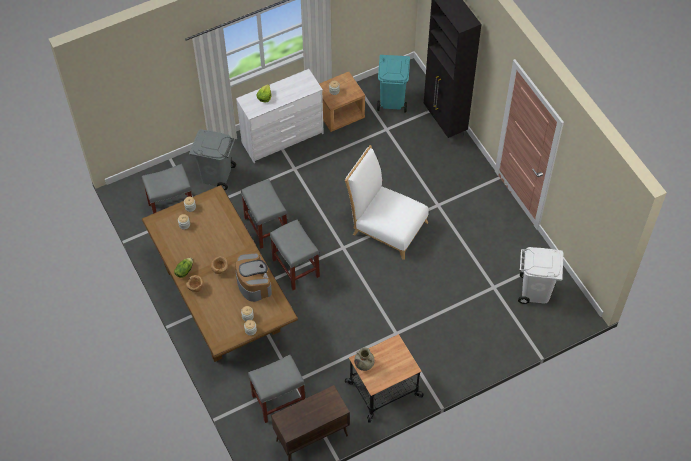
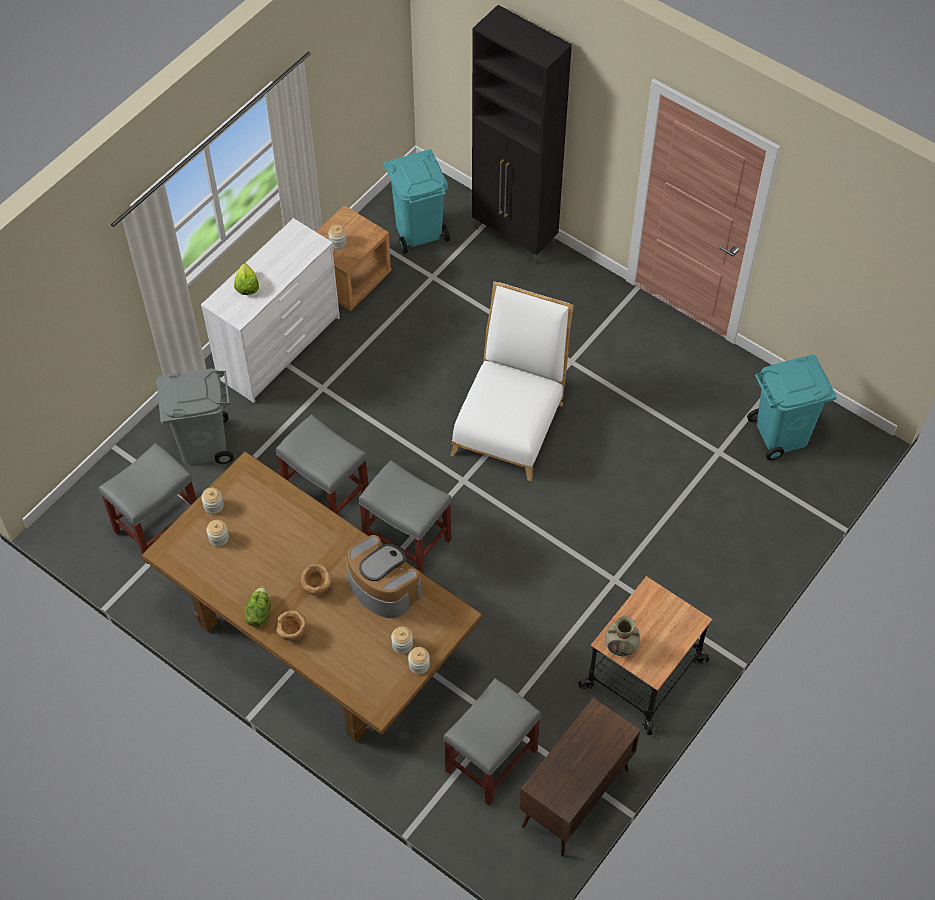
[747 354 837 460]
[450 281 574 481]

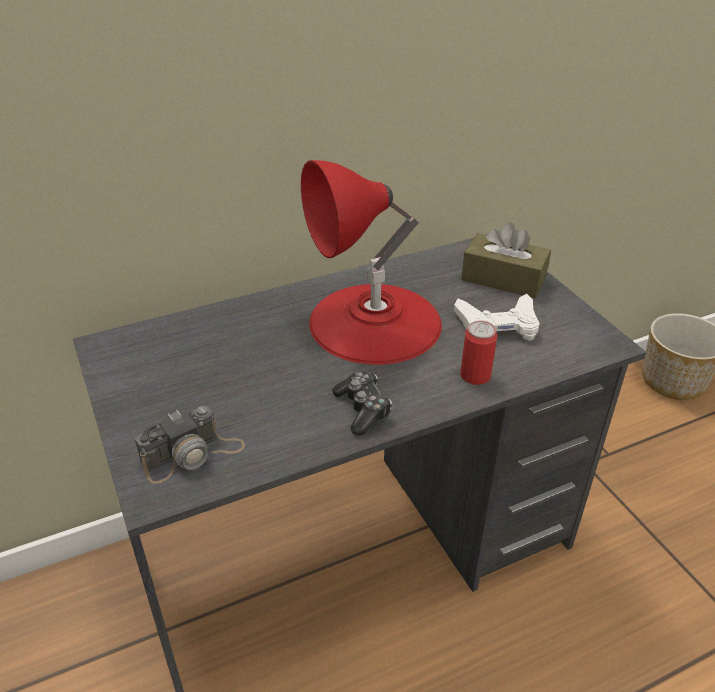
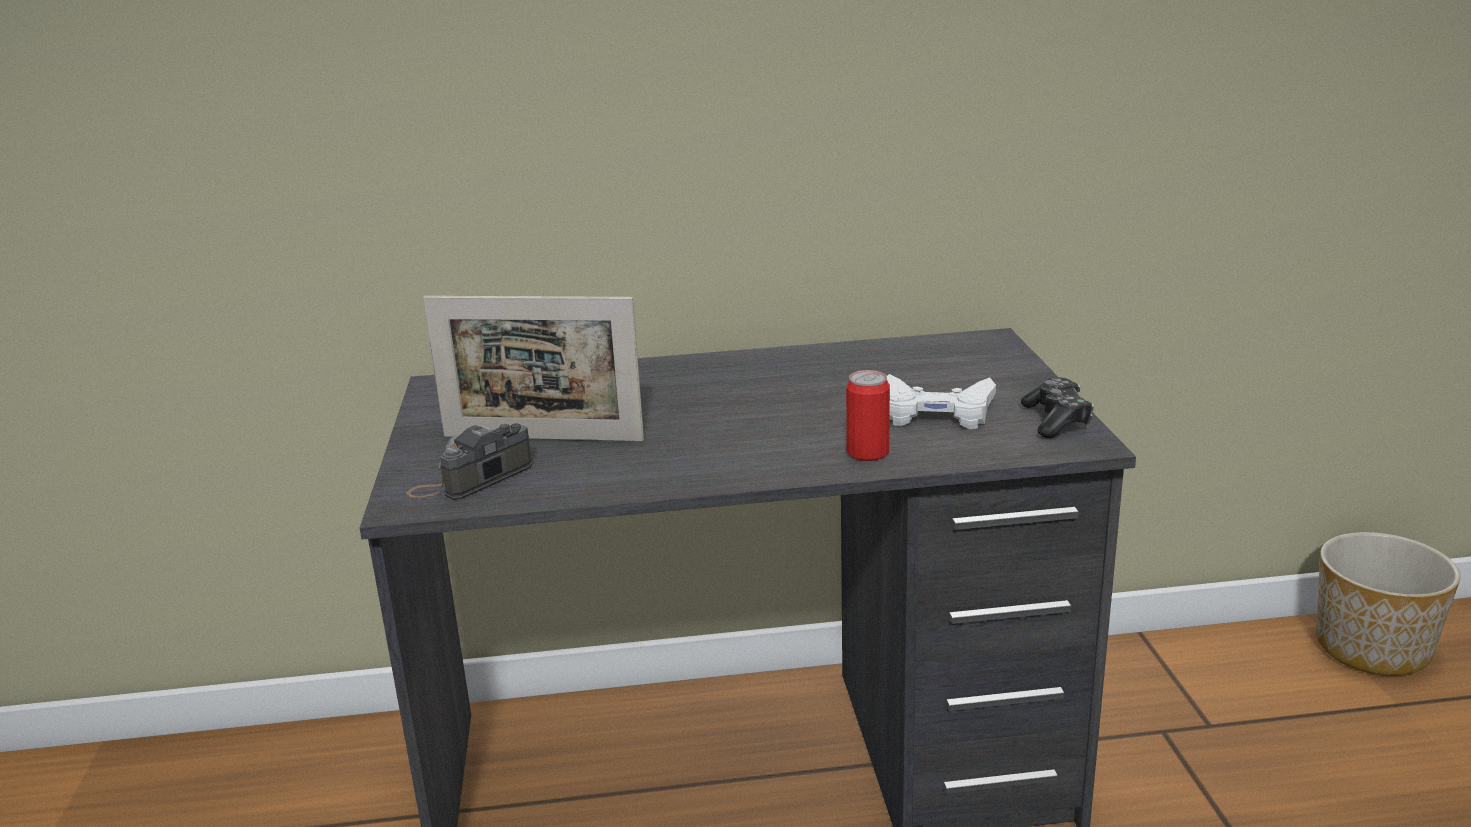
[301 160 442 365] (first image)
[461 222 551 298] (first image)
[423 296 644 442]
[1021 377 1094 438]
[406 423 533 500]

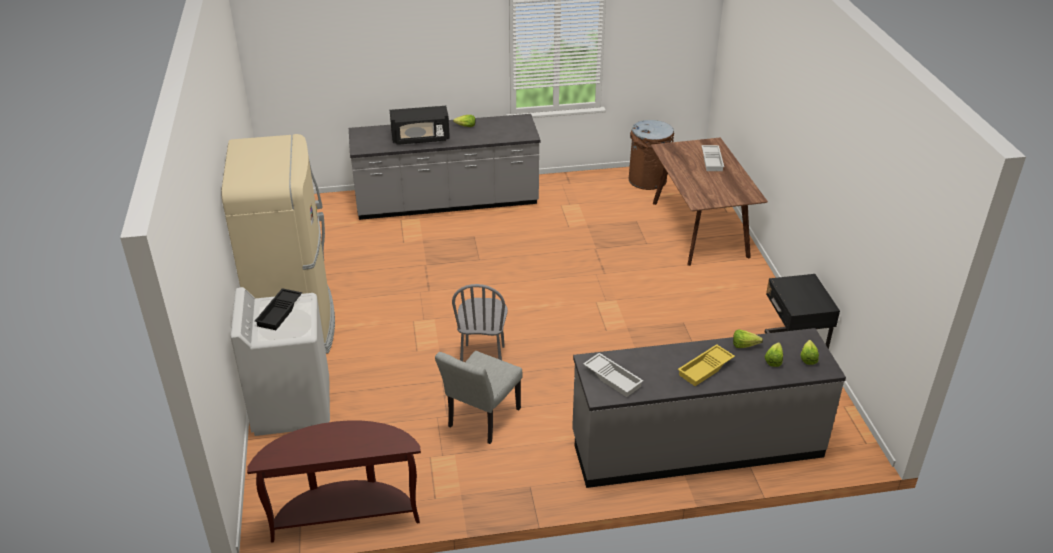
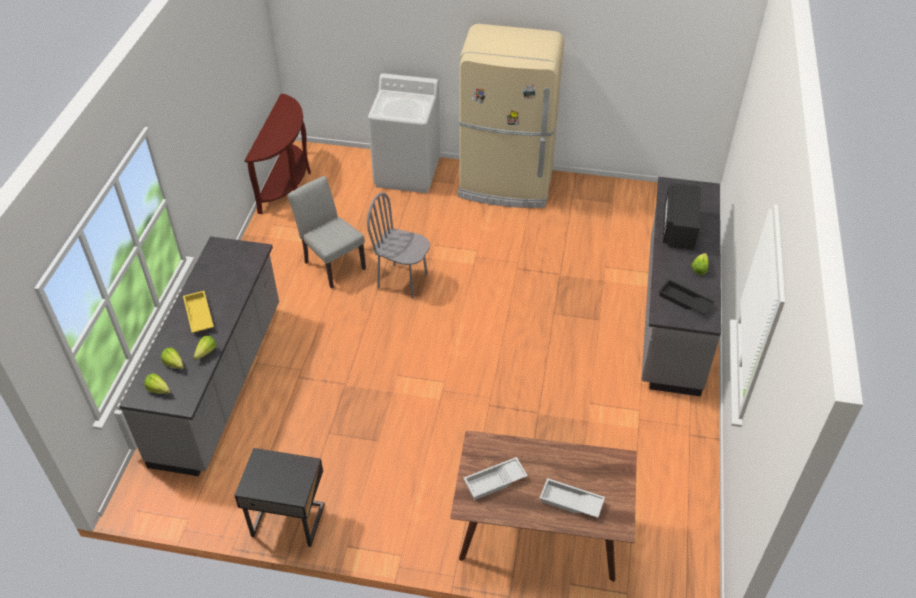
[629 120 674 190] (first image)
[658 279 715 314]
[464 457 528 500]

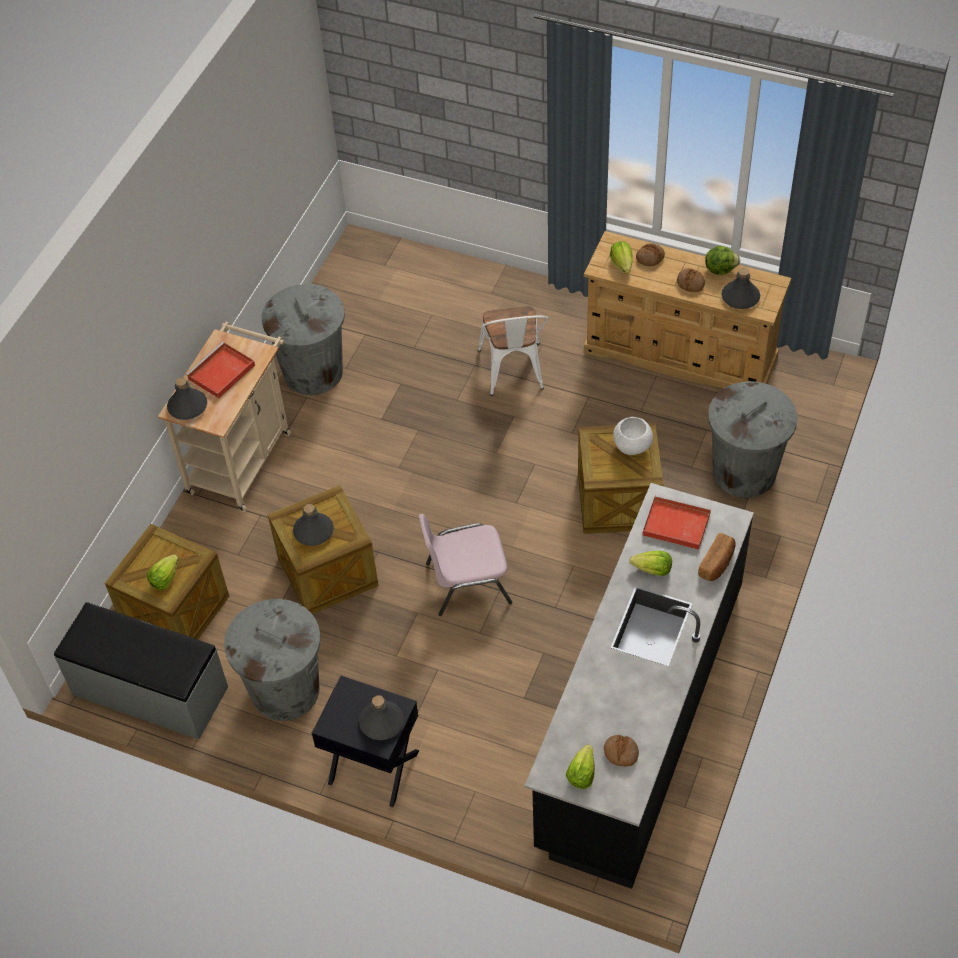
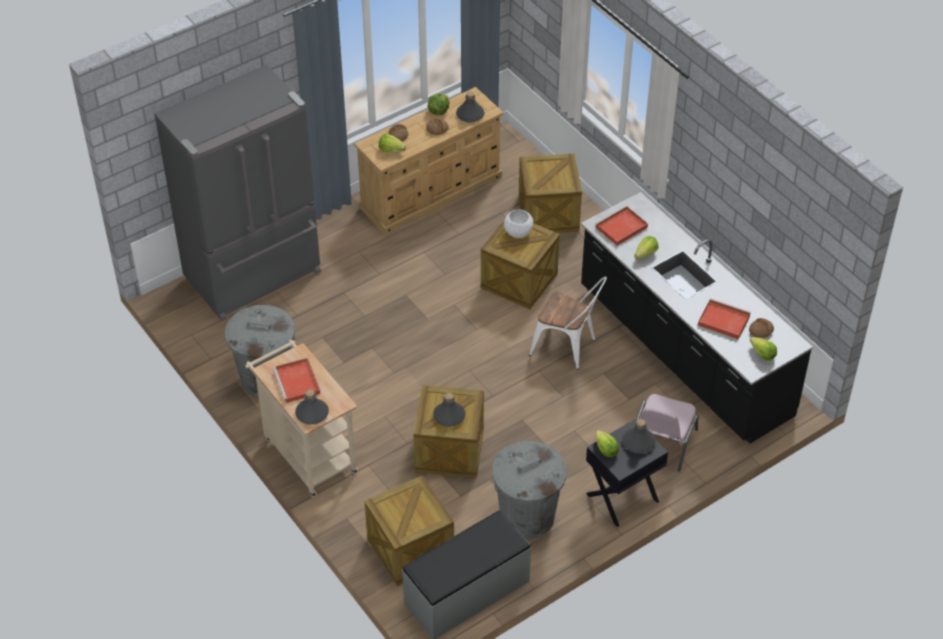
[698 533 736 581] (first image)
[154 65 321 321]
[698 299 751 339]
[595 430 619 457]
[636 394 698 472]
[529 276 607 370]
[519 153 582 233]

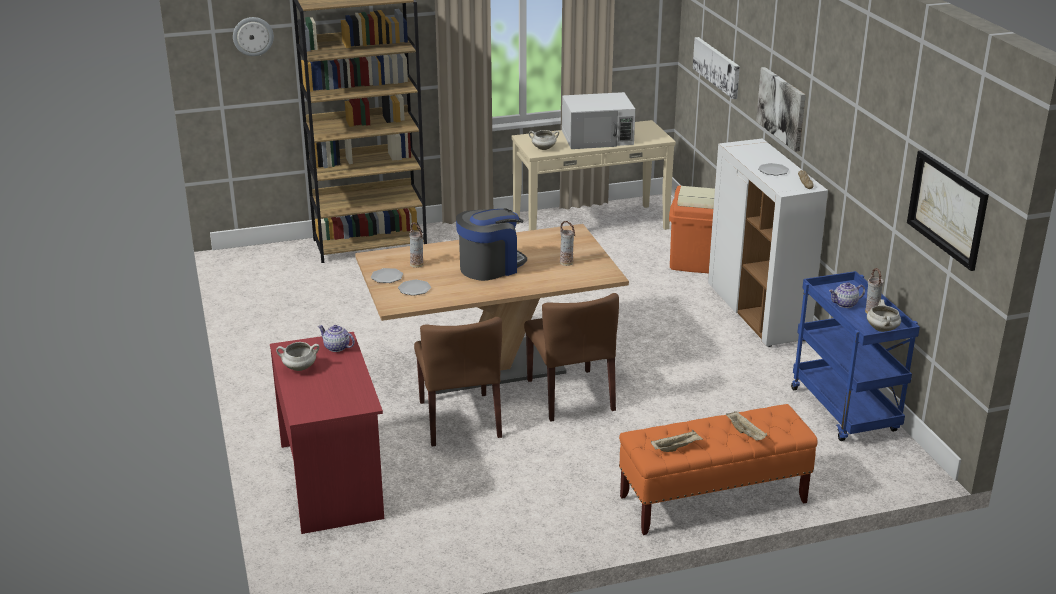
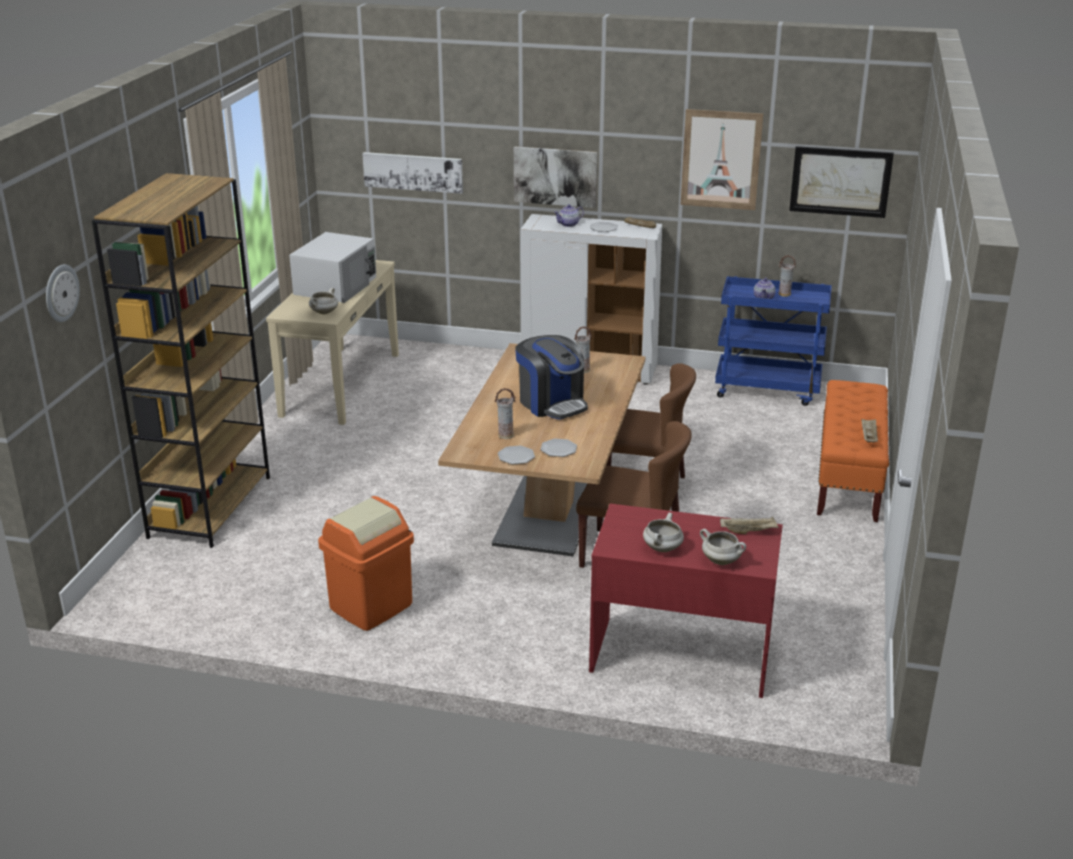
[680 109 763 210]
[554 204 584 227]
[318 496 414 631]
[720 517 779 534]
[700 529 746 565]
[515 335 588 419]

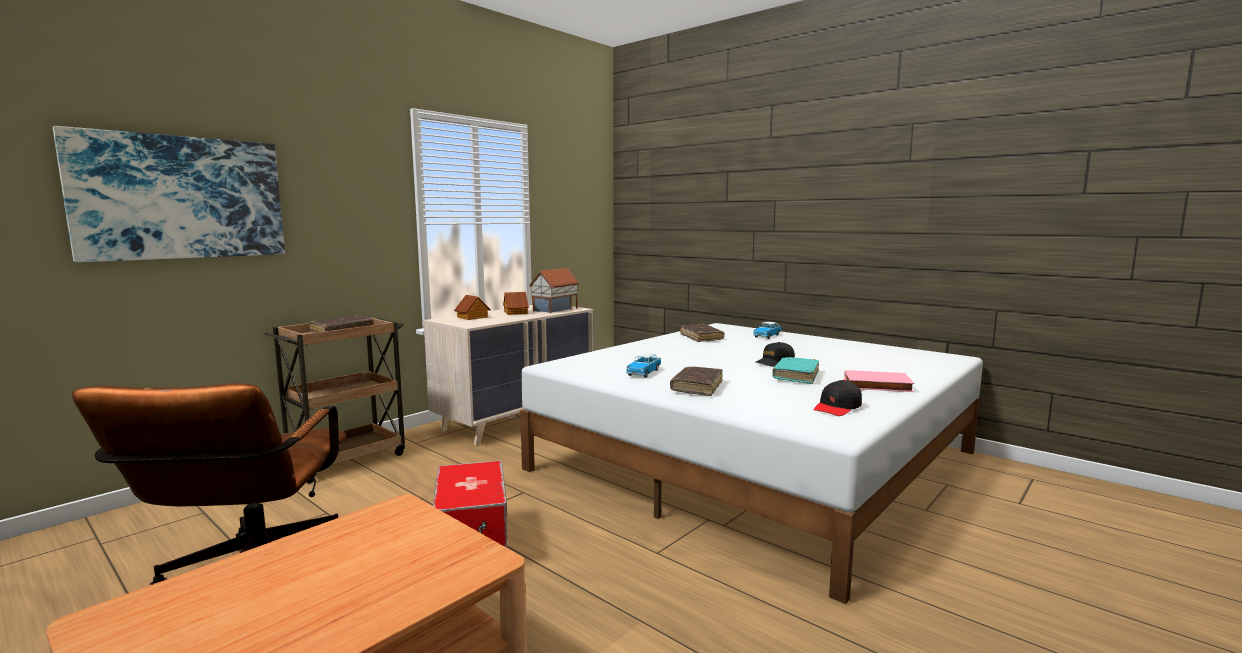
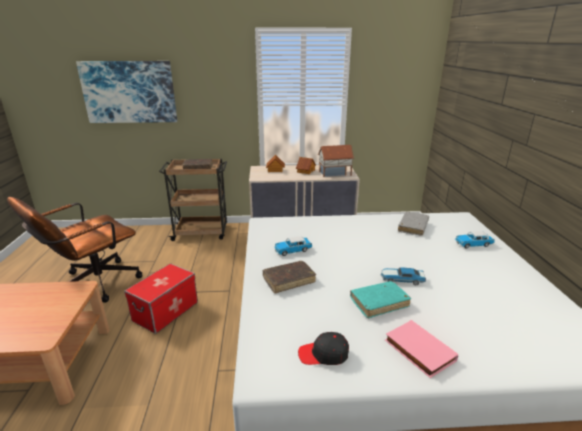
[380 267 426 285]
[398 212 429 235]

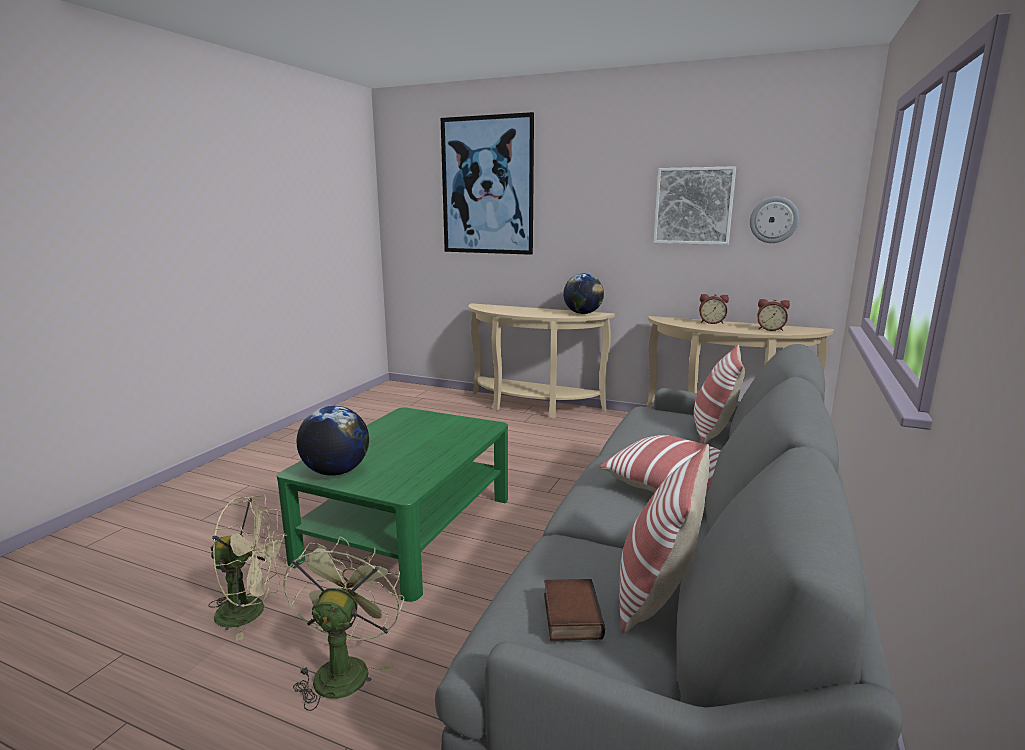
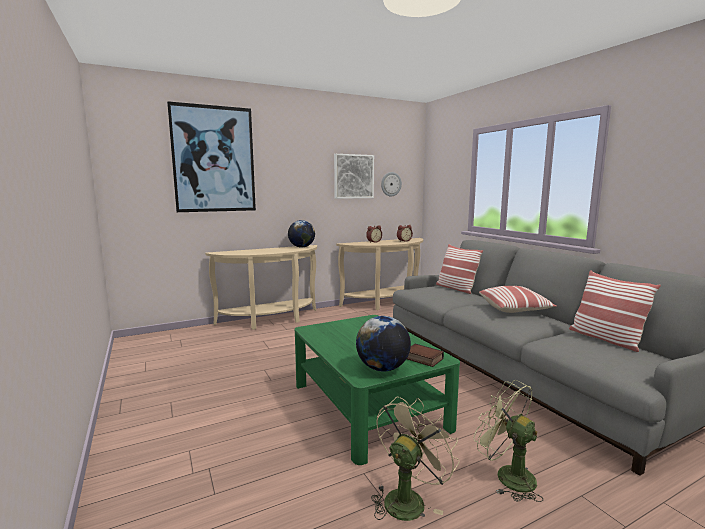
[407 344 444 367]

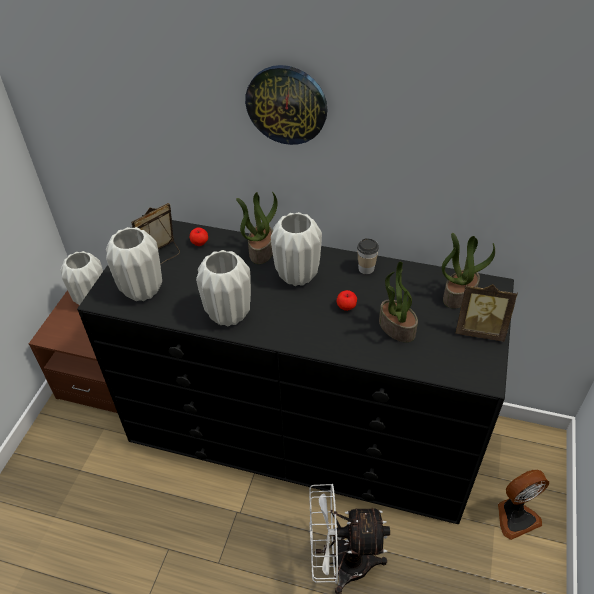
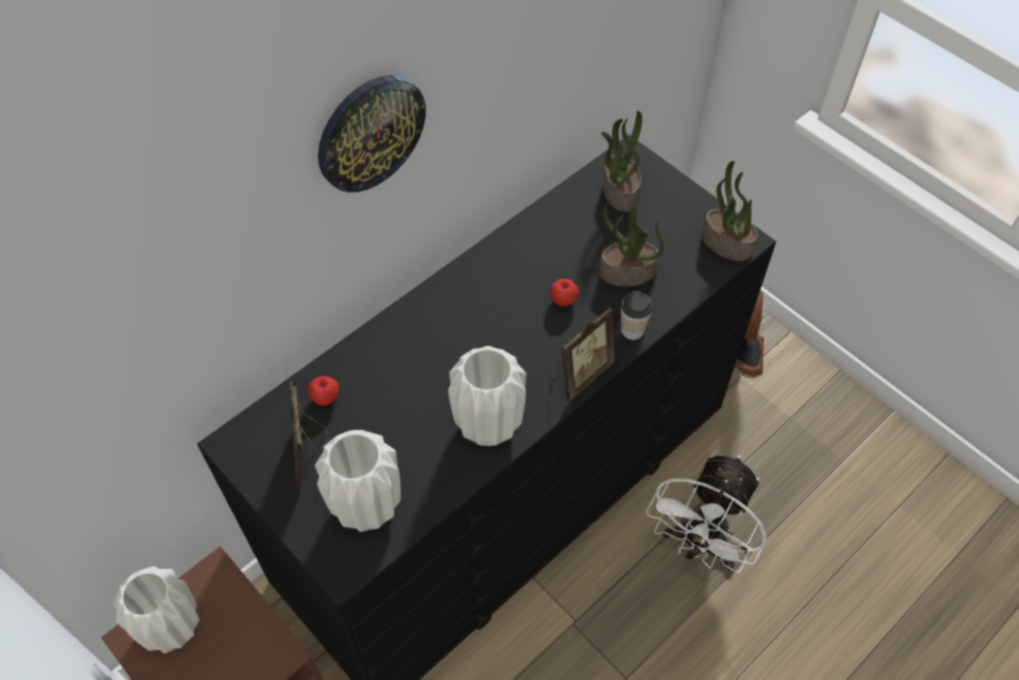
[271 212 322 286] (first image)
[702 161 758 261]
[621 291 653 340]
[552 306 615 401]

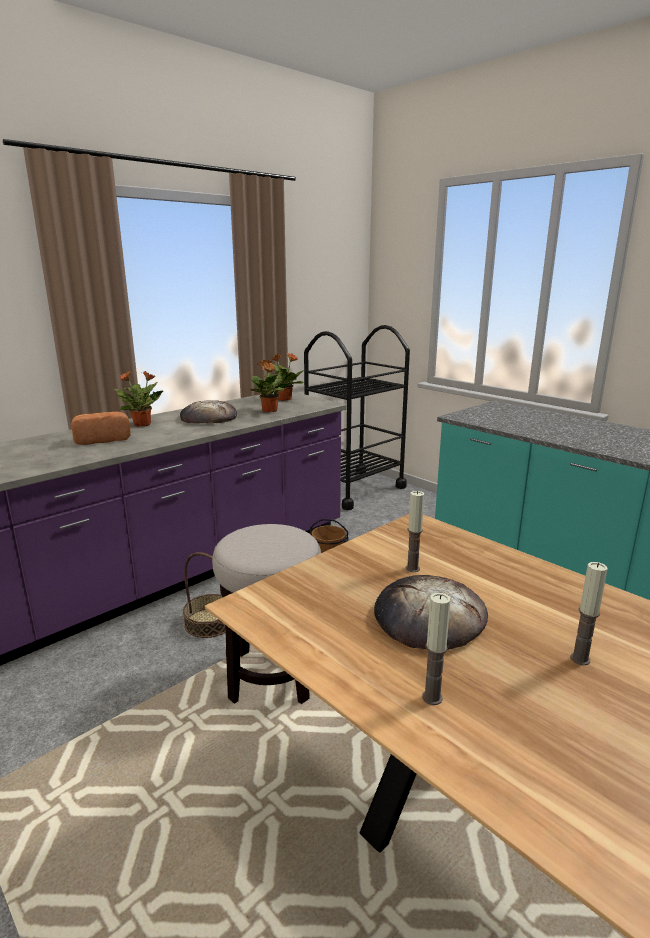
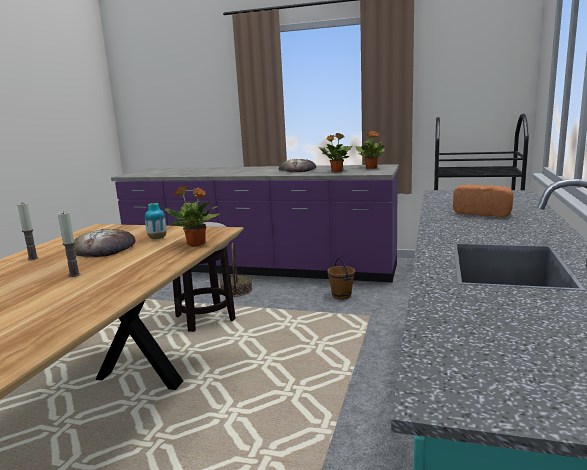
[453 185 513 217]
[165 185 220 247]
[145 203 167 239]

